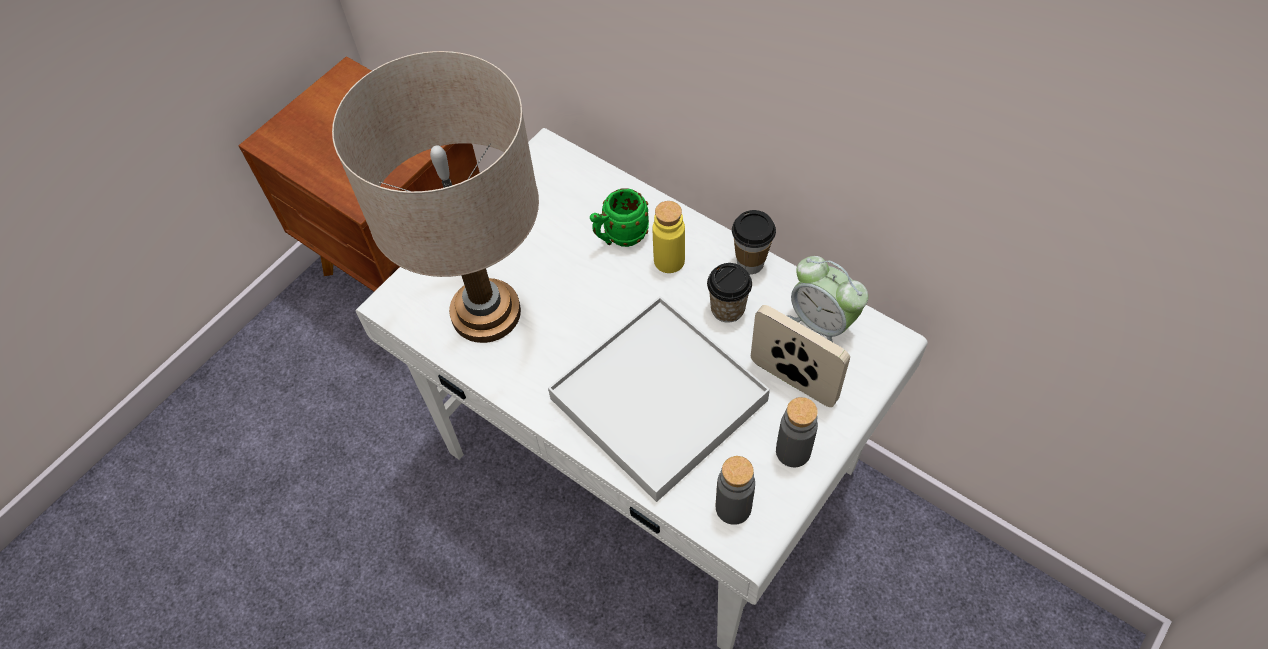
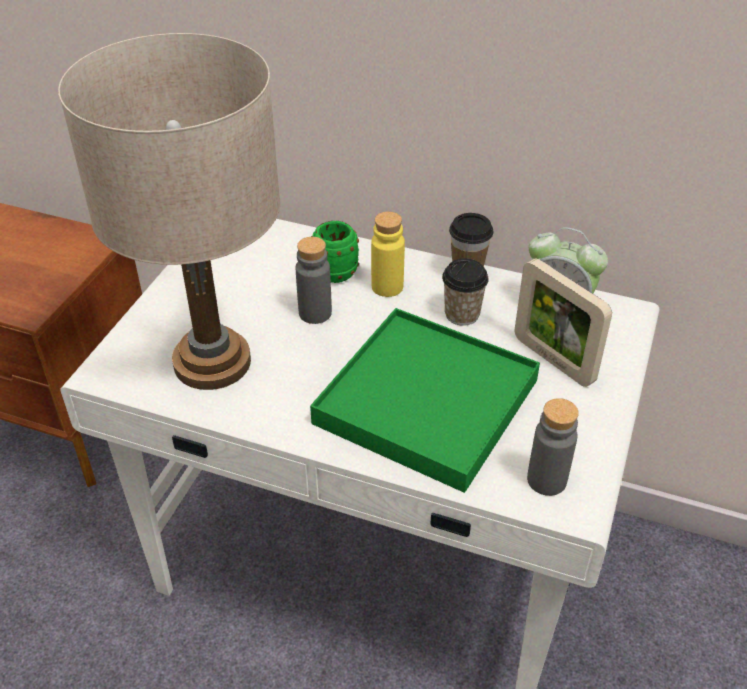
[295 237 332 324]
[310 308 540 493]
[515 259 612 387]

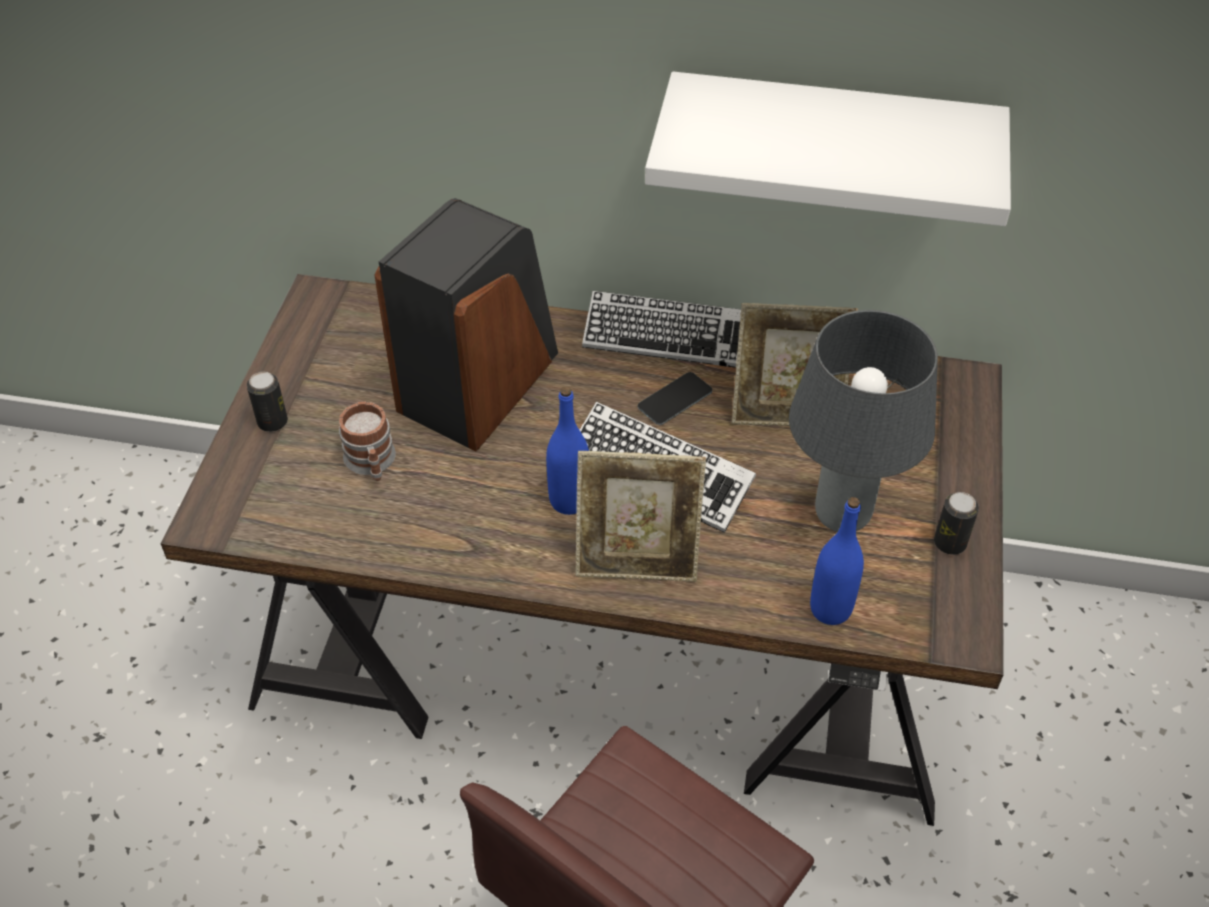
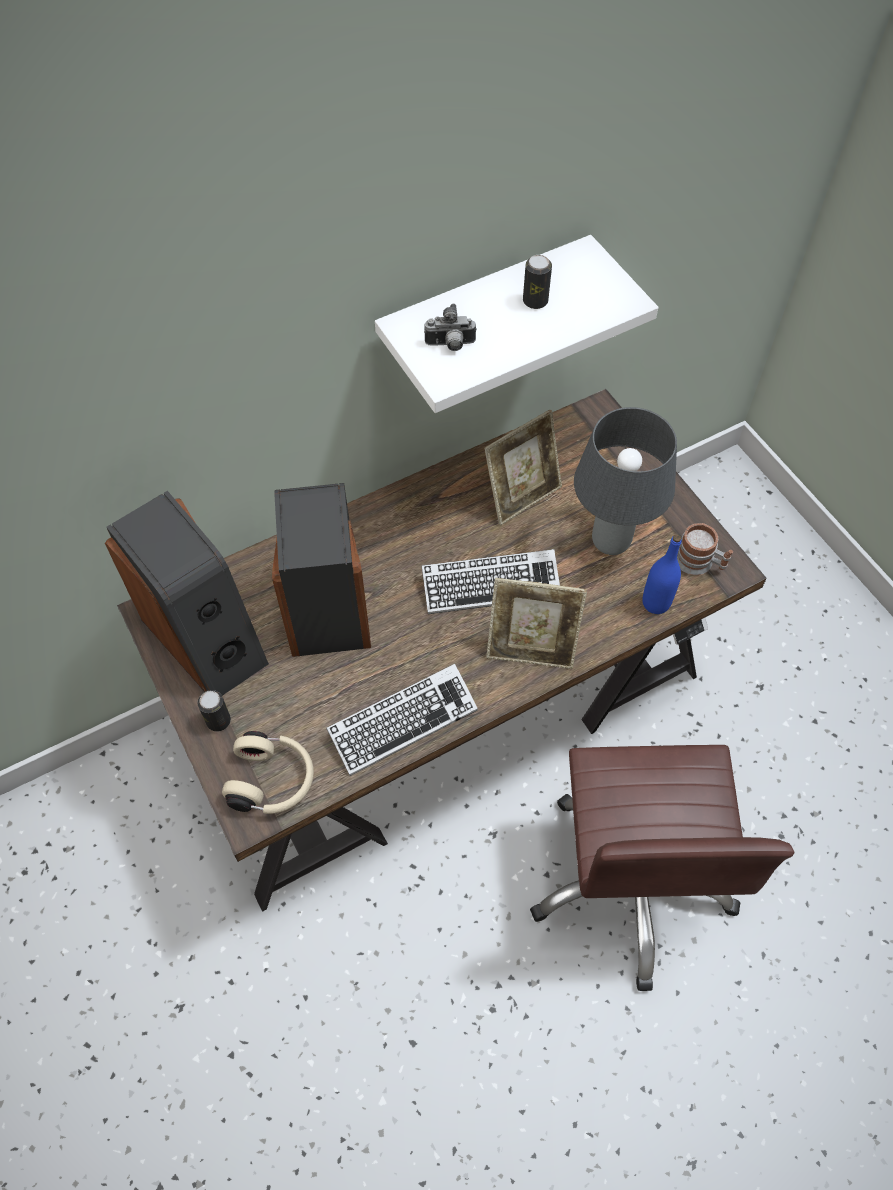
[546 386 589 515] (first image)
[638 372 712 425] (first image)
[105 491 269 696]
[222 731 314 814]
[424 304 477 351]
[677 523 733 575]
[326 664 478 776]
[523 255 552 309]
[486 578 587 669]

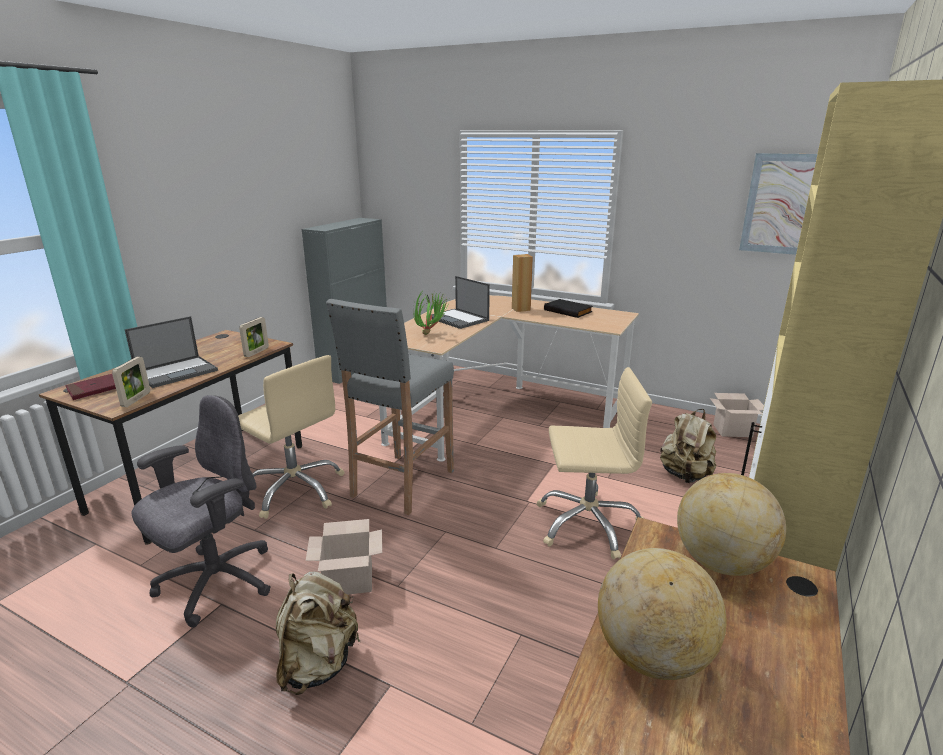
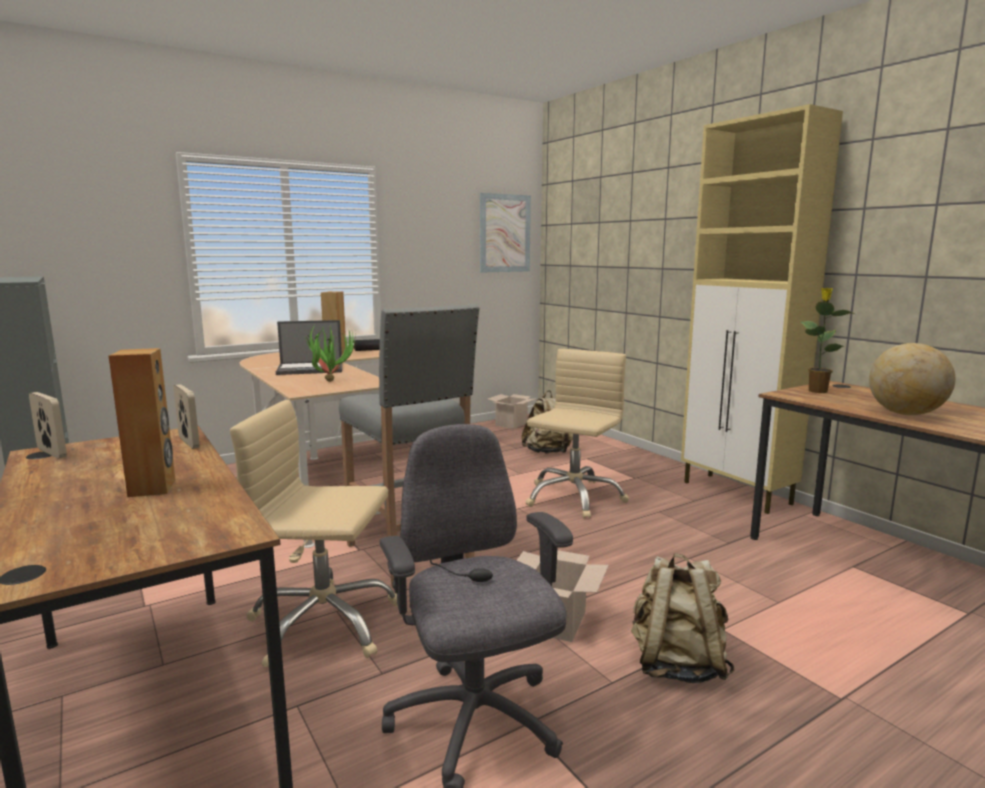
[65 374 116 400] (first image)
[29 392 67 459]
[109 348 176 497]
[801 288 854 393]
[230 400 398 667]

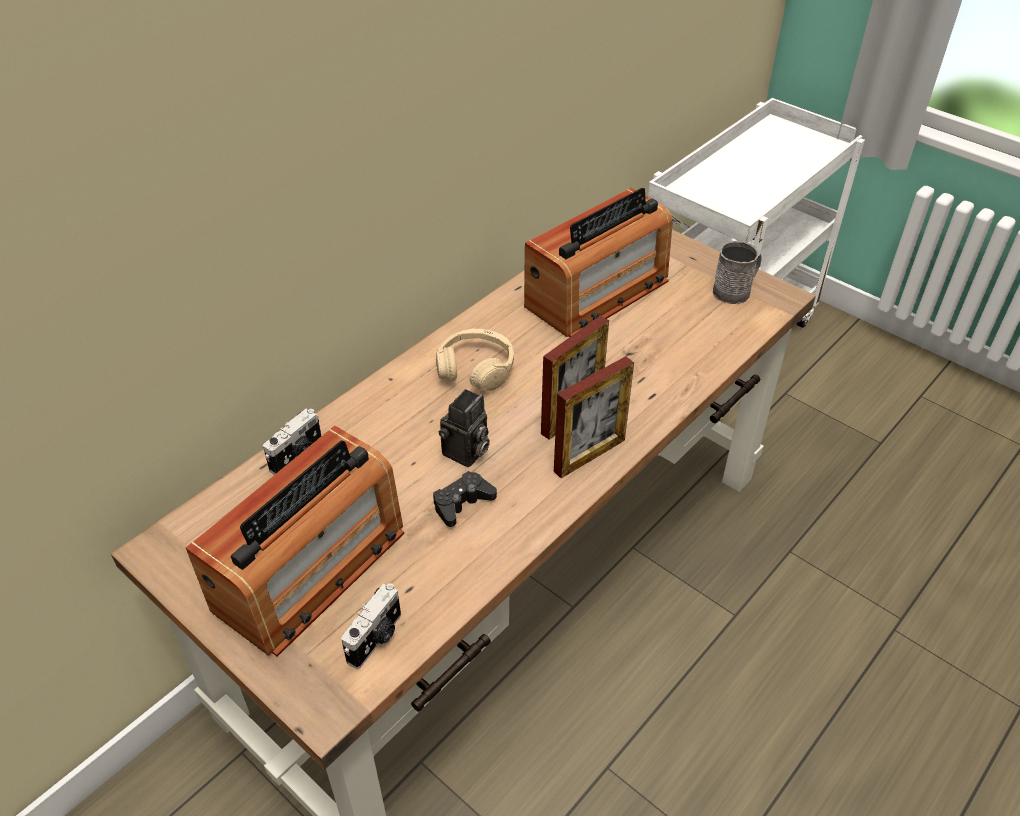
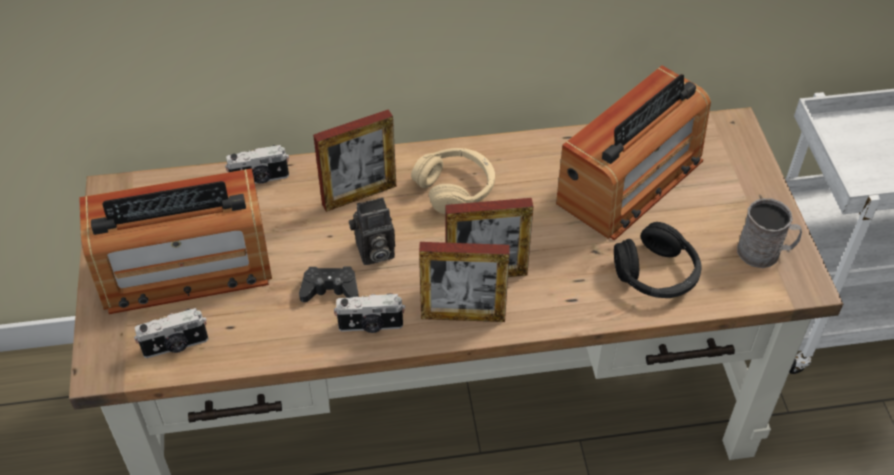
[313 110 396 212]
[334 293 405 333]
[614 222 702 298]
[556 66 711 241]

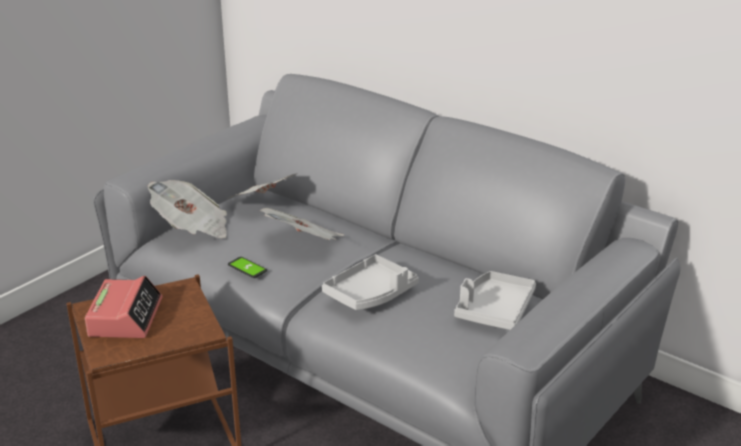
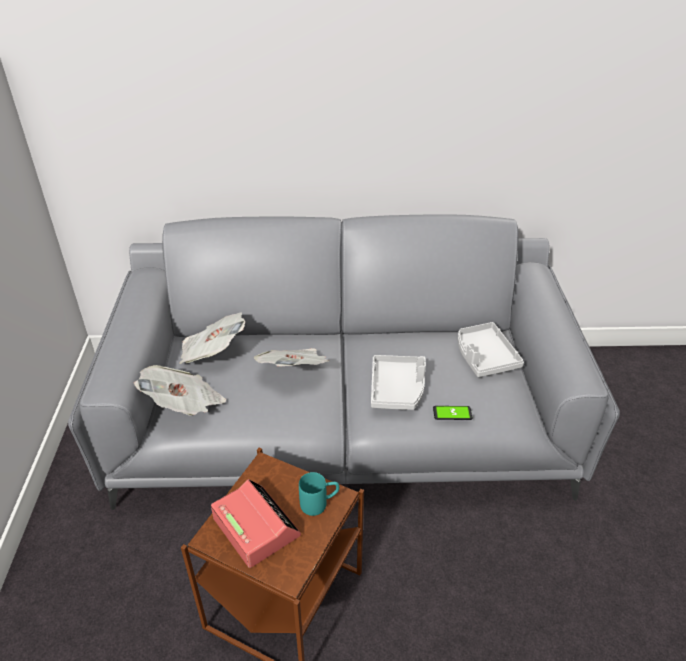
[299 472 339 516]
[433 406 472 420]

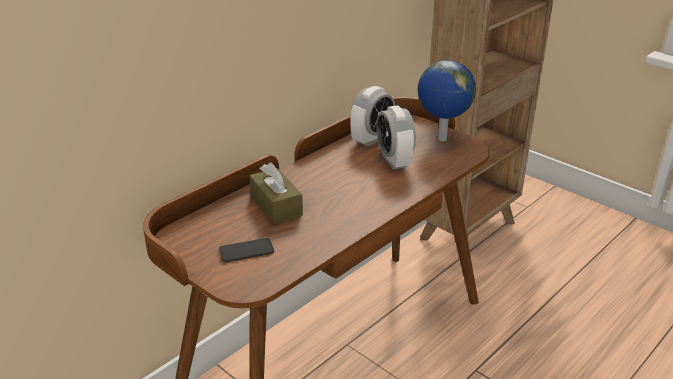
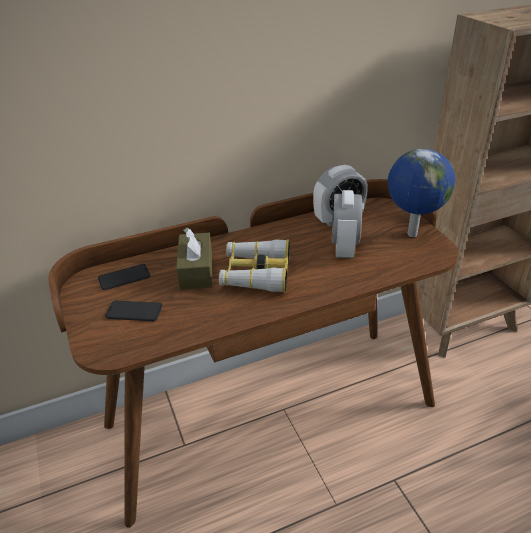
[98 264 150 290]
[219 239 290 293]

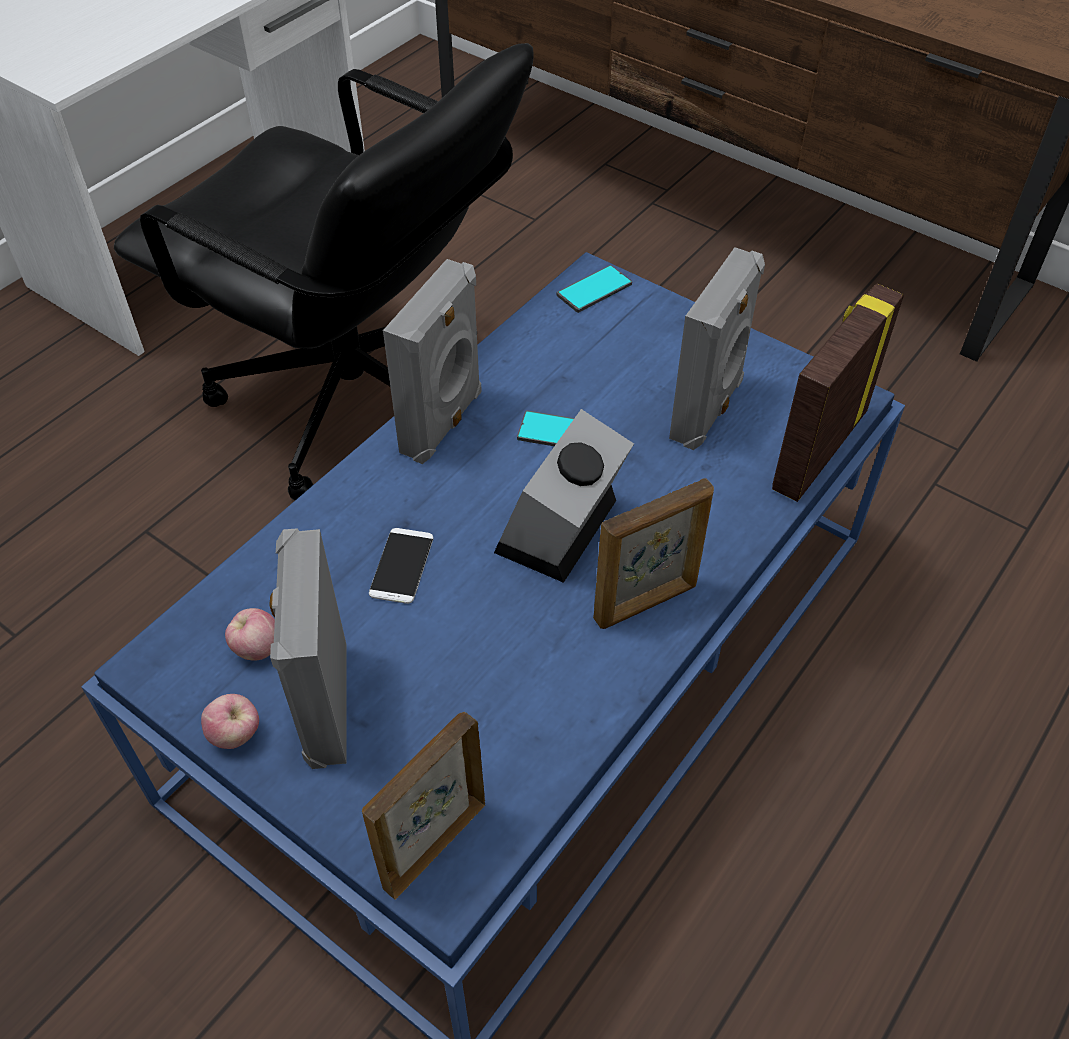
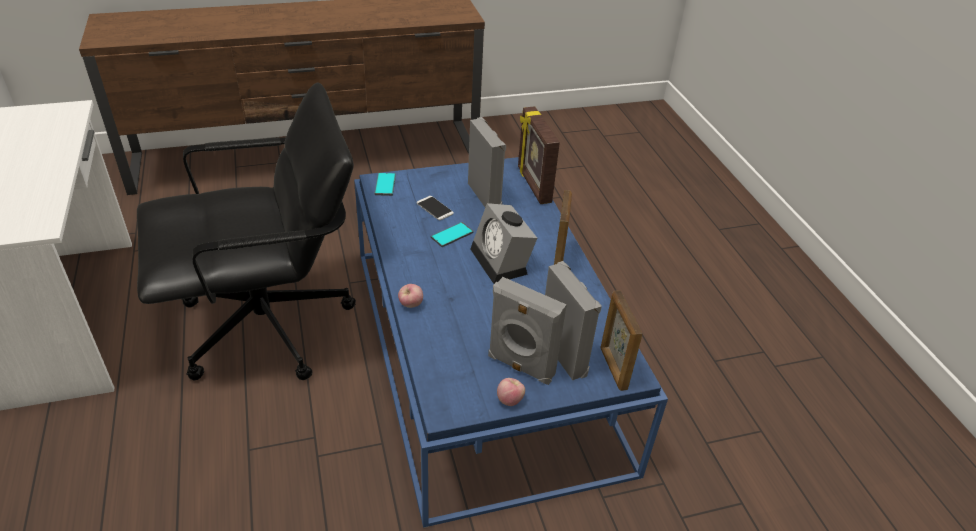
[398 284 423 308]
[417 196 454 220]
[545 261 602 380]

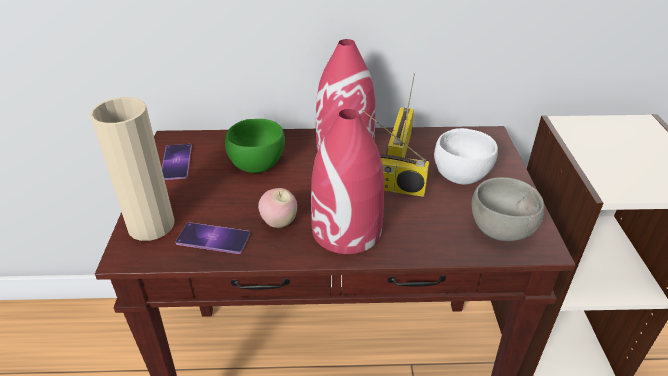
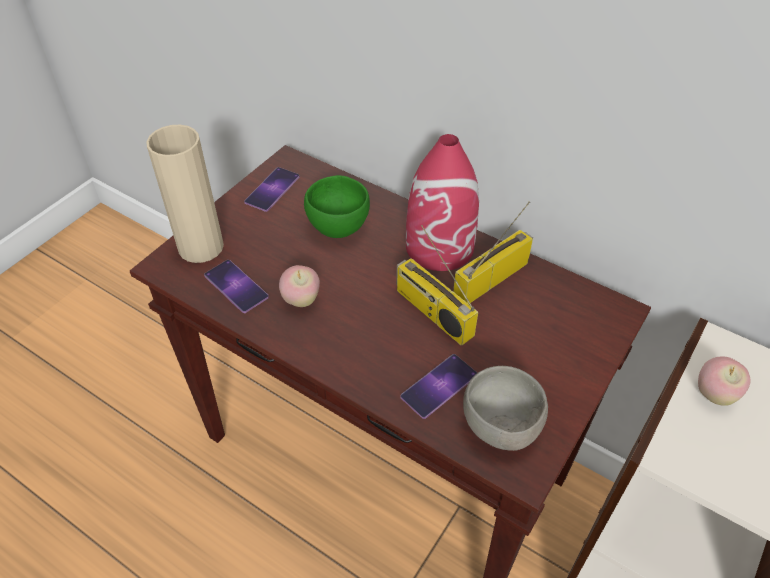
[311 109 384 254] (first image)
[434 128 498 184] (first image)
[400 354 477 419]
[698 357 750 406]

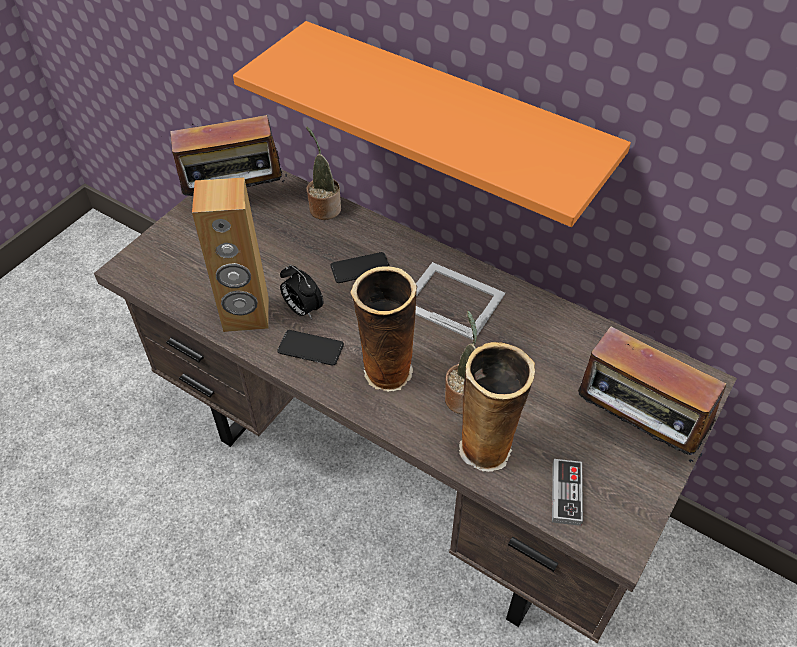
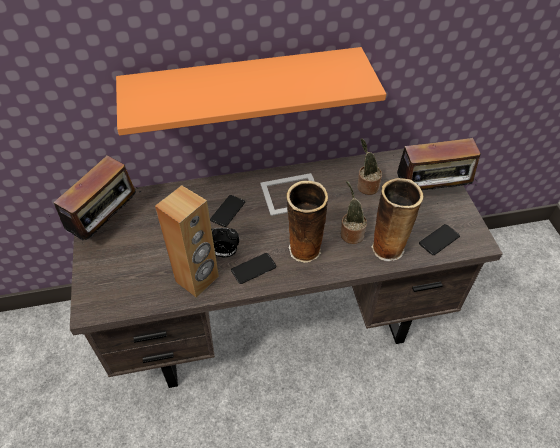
[357 138 382 195]
[419 224 460 255]

